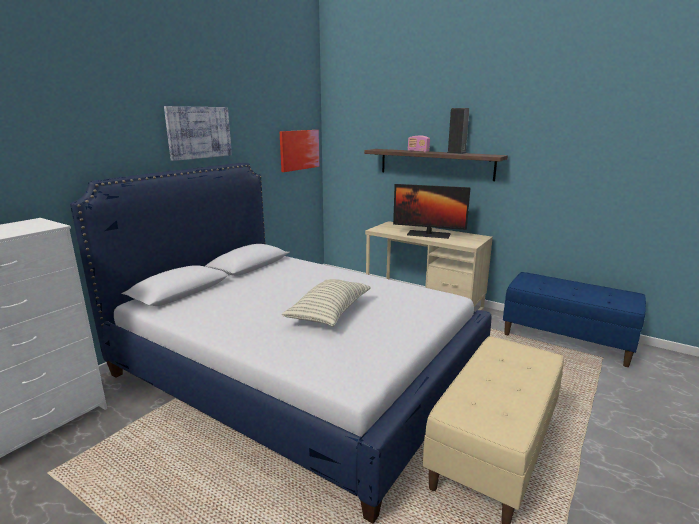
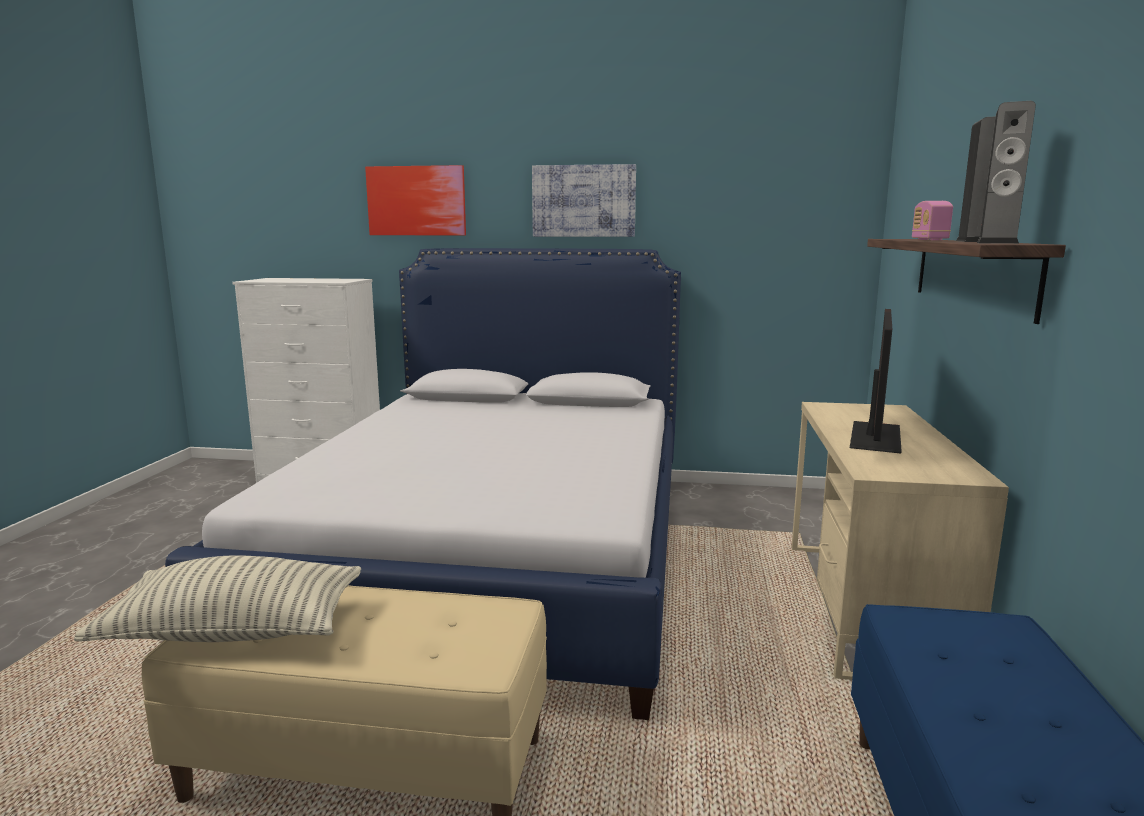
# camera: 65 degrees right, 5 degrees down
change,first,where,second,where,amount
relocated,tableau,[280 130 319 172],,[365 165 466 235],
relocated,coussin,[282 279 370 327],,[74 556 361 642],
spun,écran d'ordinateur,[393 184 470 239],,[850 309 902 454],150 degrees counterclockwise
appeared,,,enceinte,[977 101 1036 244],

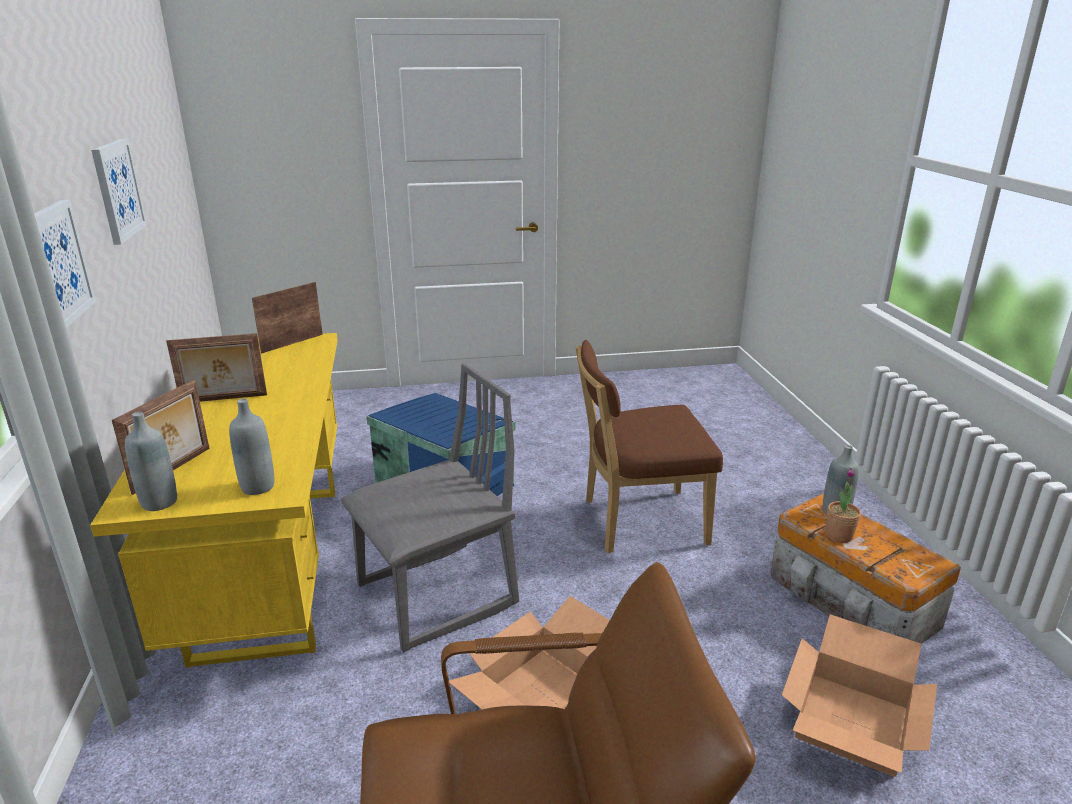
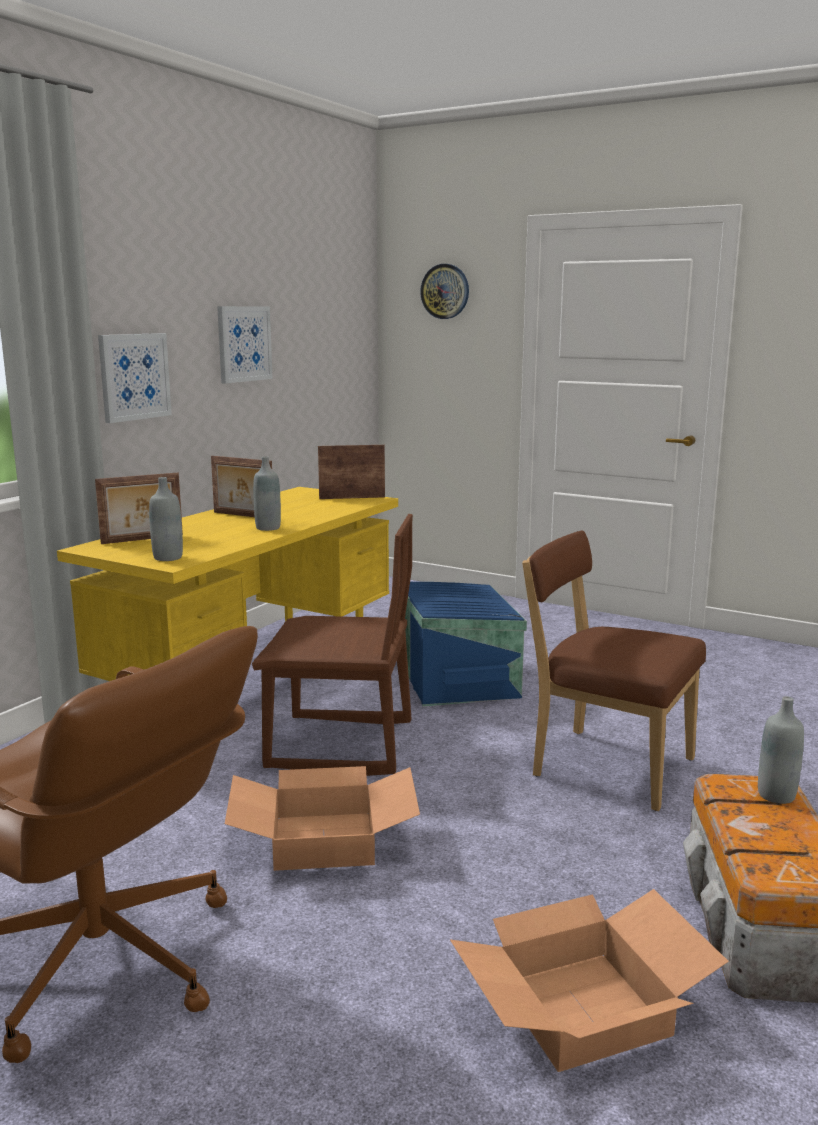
# camera: 40 degrees right, 10 degrees down
change,first,where,second,where,amount
relocated,bouteille/gris,[125 412 177 511],,[253 456 281 531],
colour,chaise/gris,[341 363 519 652],chaise/marron,[252 514 413 776],
missing,plante en pot,[826 468 861 543],,,
appeared,,,horloge murale,[420 264 469 319],

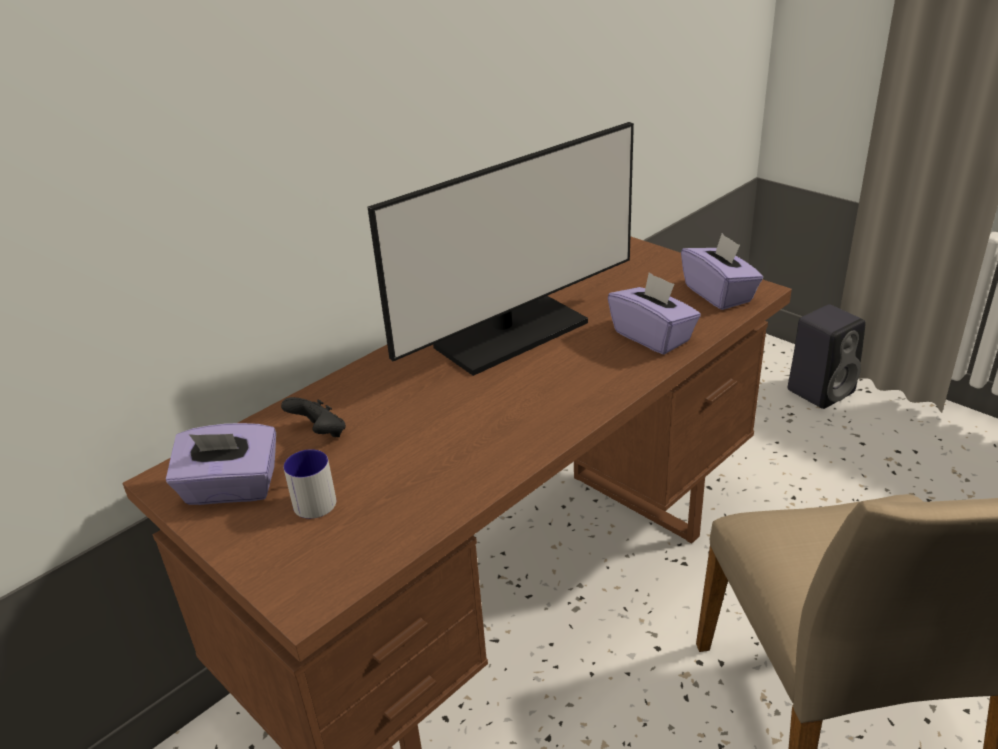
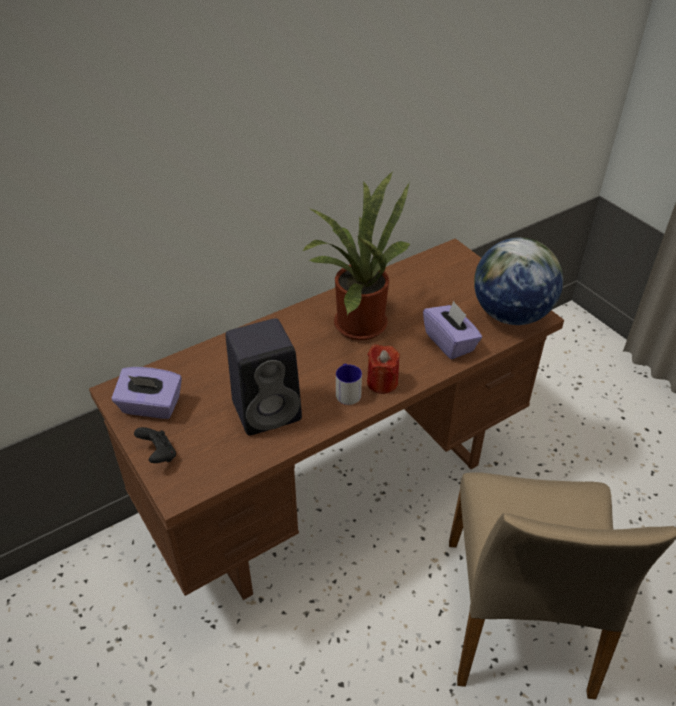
# camera: 10 degrees right, 10 degrees up
change,first,where,second,where,amount
relocated,manette/noir,[281 397 346 437],,[134 427 176 463],
relocated,mug,[284 449 336 519],,[336 364 362 405],
exchanged,écran d'ordinateur,[368 122 634 376],plante en pot,[303 172 410 340],
exchanged,boîte à mouchoirs/violet,[681 233 763 310],globe,[474 237 563 325],
relocated,enceinte/noir,[788 304 866 409],,[226 318 302 436],
appeared,,,bougie/rouge,[367 344 400 394],

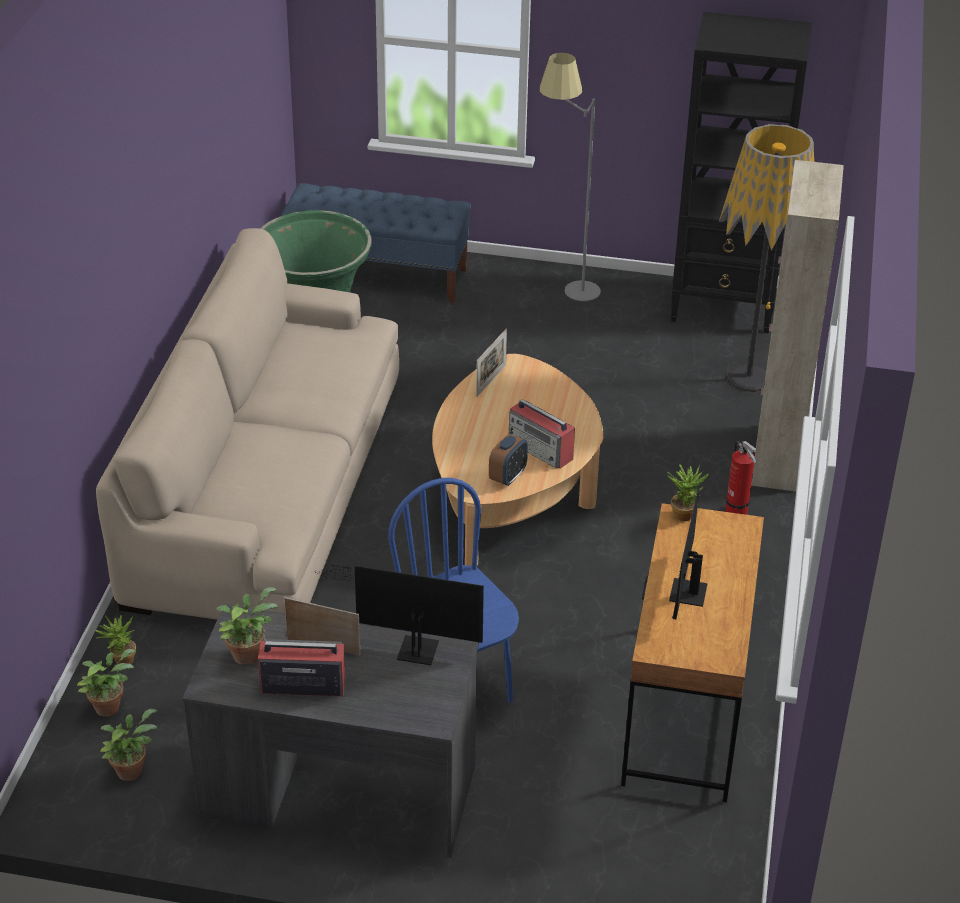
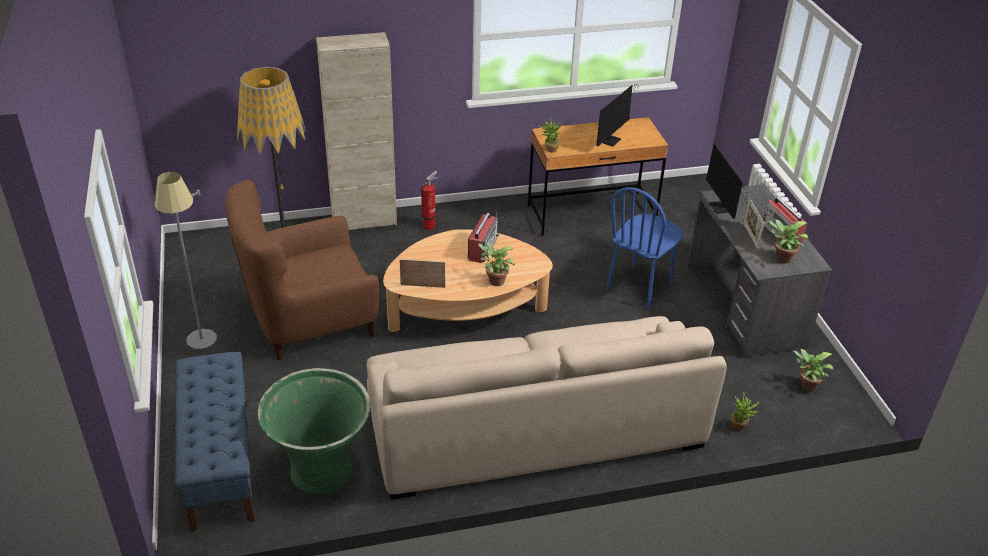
# camera: 115 degrees left, 0 degrees up
change,first,where,second,where,amount
relocated,plante en pot,[77 649 136 717],,[478 243 515 286],
missing,réveil,[489 434 528 486],,,
spun,écran d'ordinateur,[669 482 708 619],,[596 82 640 147],45 degrees counterclockwise
missing,bibliothèque/noir,[670 12 812 333],,,
appeared,,,fauteuil/marron,[225 180 379 360],

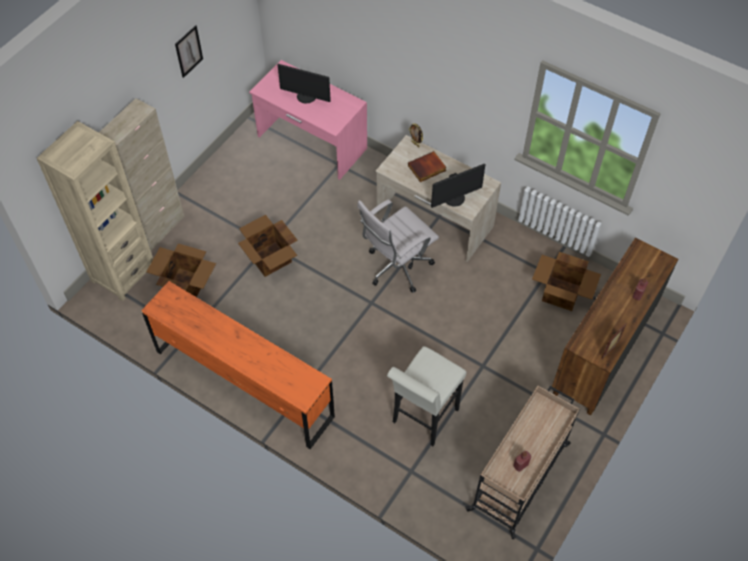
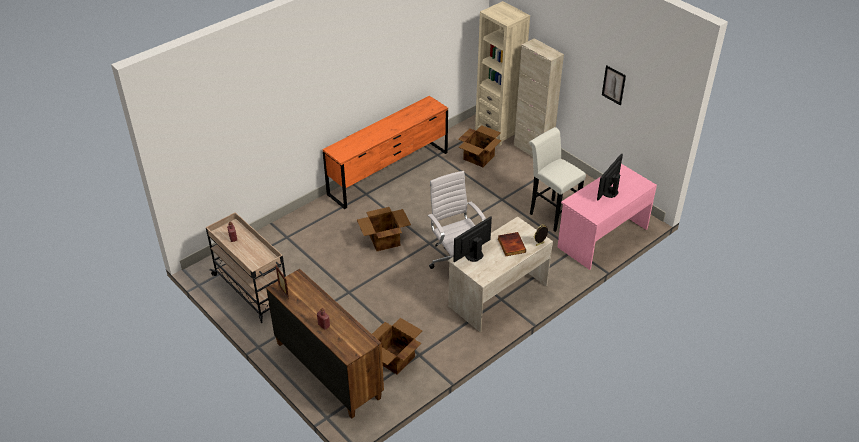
# camera: 105 degrees right, 15 degrees down
change,first,where,second,where,amount
relocated,carton,[238 215 298 277],,[357 207 411 251],
relocated,tabouret/blanc,[387 346 467 446],,[529 127 586 232],
spun,écran d'ordinateur,[431 164 486 208],,[454 216 492 262],60 degrees clockwise

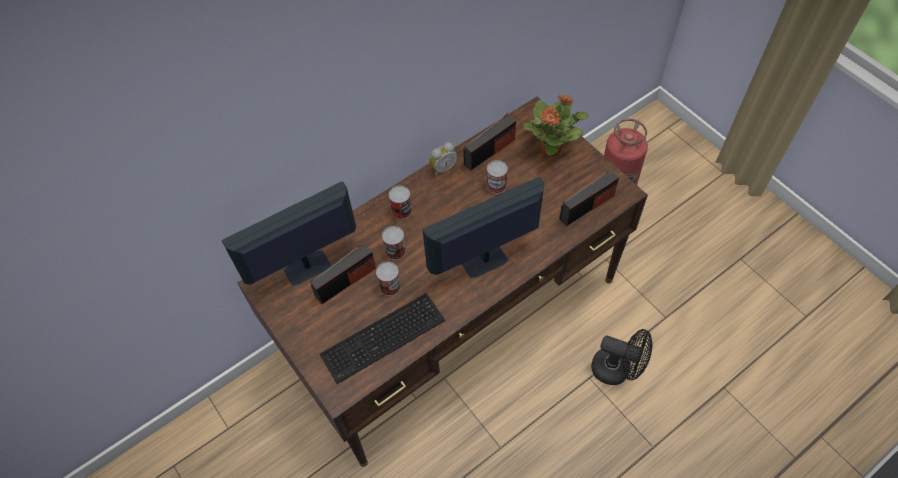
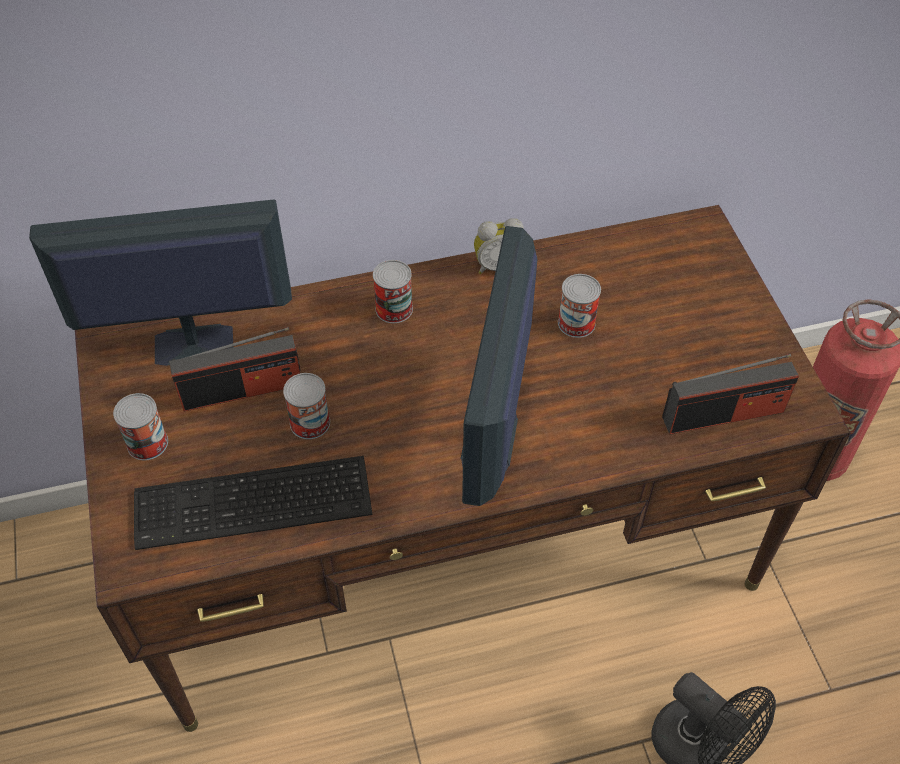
# camera: 20 degrees right, 5 degrees down
change,first,where,second,where,amount
relocated,boîte métallique,[382 226 406 260],,[113 393 168 460],
spun,écran d'ordinateur,[423 177 544 278],,[460 226 538 506],75 degrees counterclockwise
missing,radio,[464 112 516 171],,,
missing,plante en pot,[524 94 589 156],,,

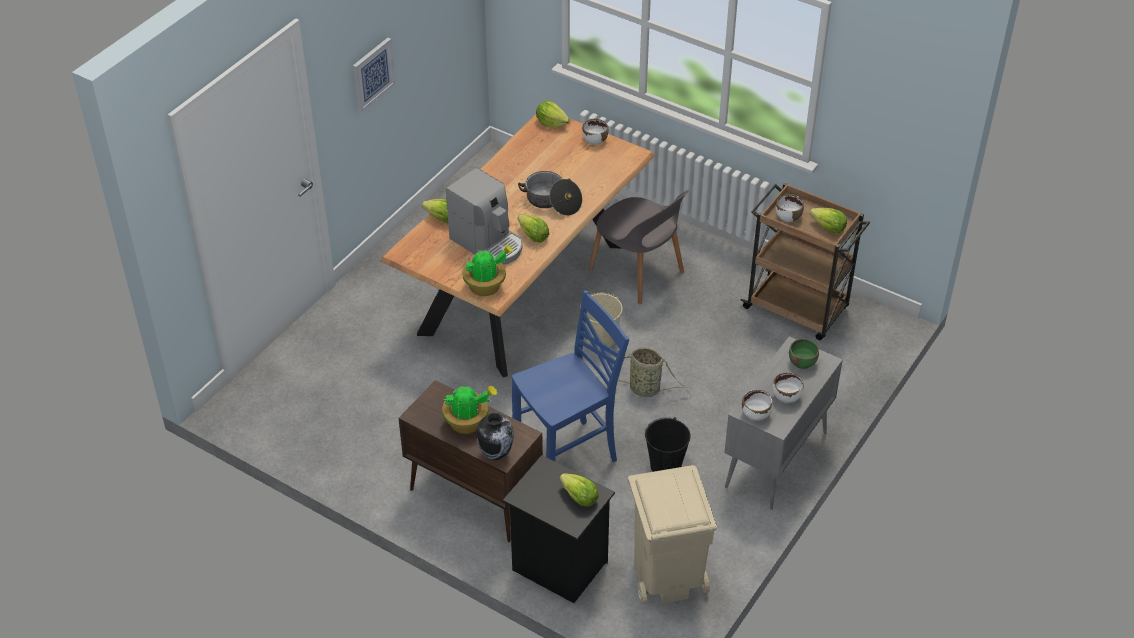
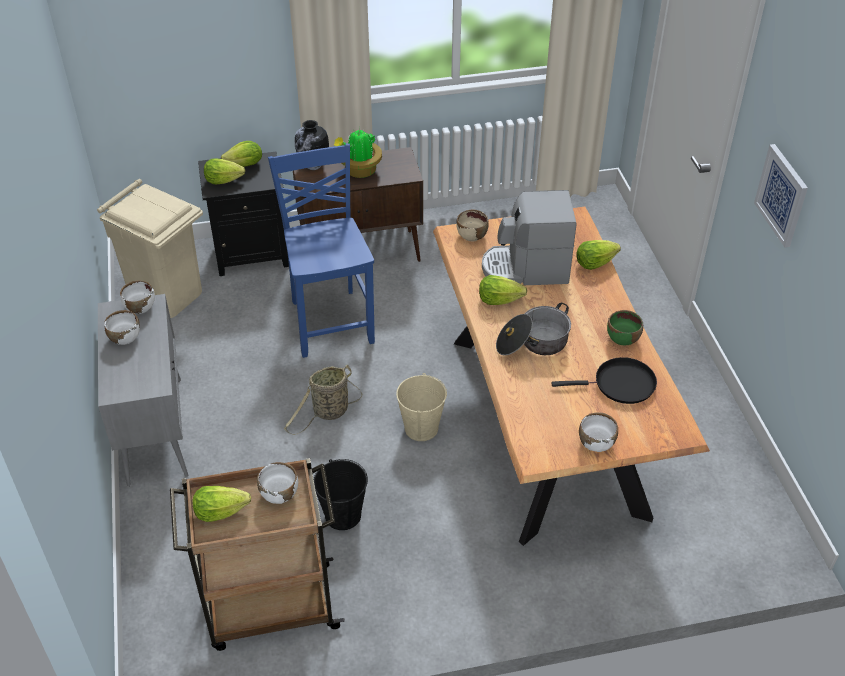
# camera: 135 degrees right, 0 degrees up
change,first,where,second,where,amount
exchanged,plante en pot,[462 245 514 296],bol/beige,[456 210 489 241],
spun,chaise/bleu,[512 290 629 462],,[268 144 375 358],150 degrees clockwise
relocated,laitue,[536 101 570 128],,[221 141 262 167],
missing,chaise/gris,[588 190 689 304],,,
relocated,seau/noir,[645 417 691 472],,[314 459 368 530],
relocated,bol/vert,[789 339 819 369],,[607 310 643 345],
appeared,,,poêle/noir,[551 357 657 404],

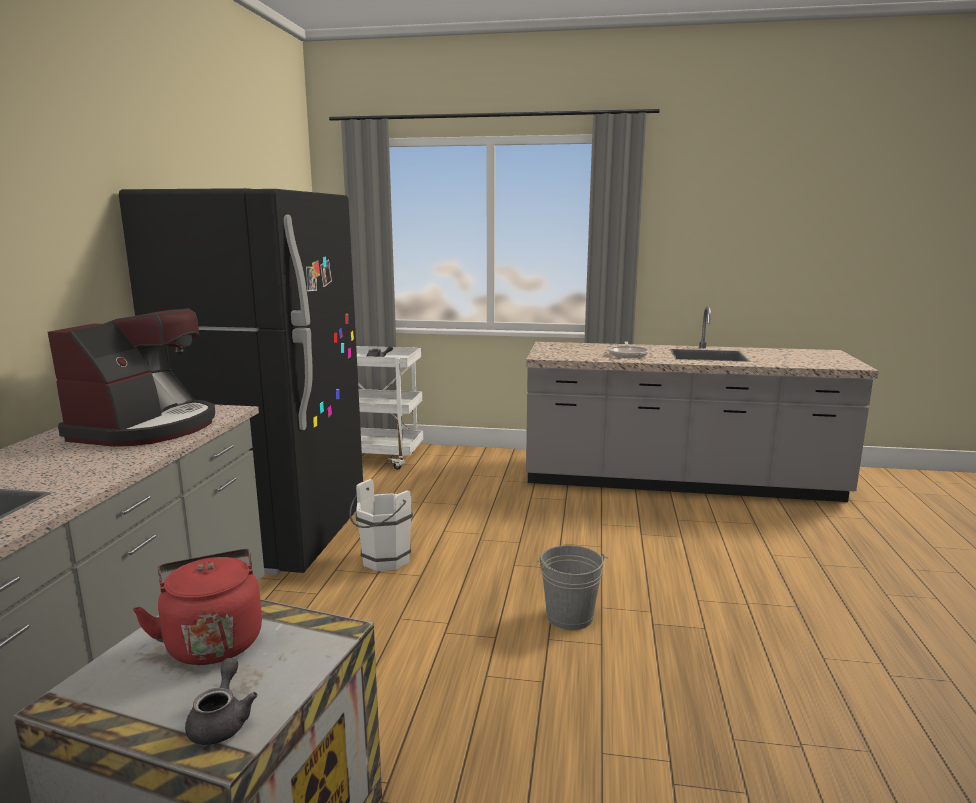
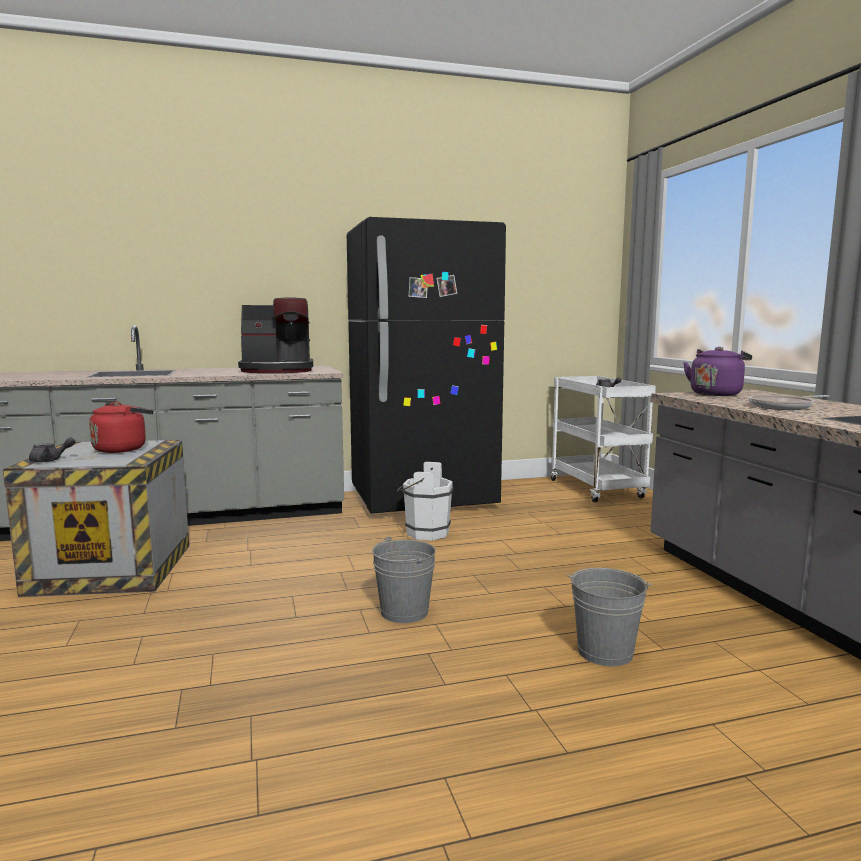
# camera: 65 degrees right, 5 degrees down
change,first,where,second,where,amount
appeared,,,seau/gris,[567 568 652 666],
appeared,,,bouilloire/violet,[683 347 752 396],

